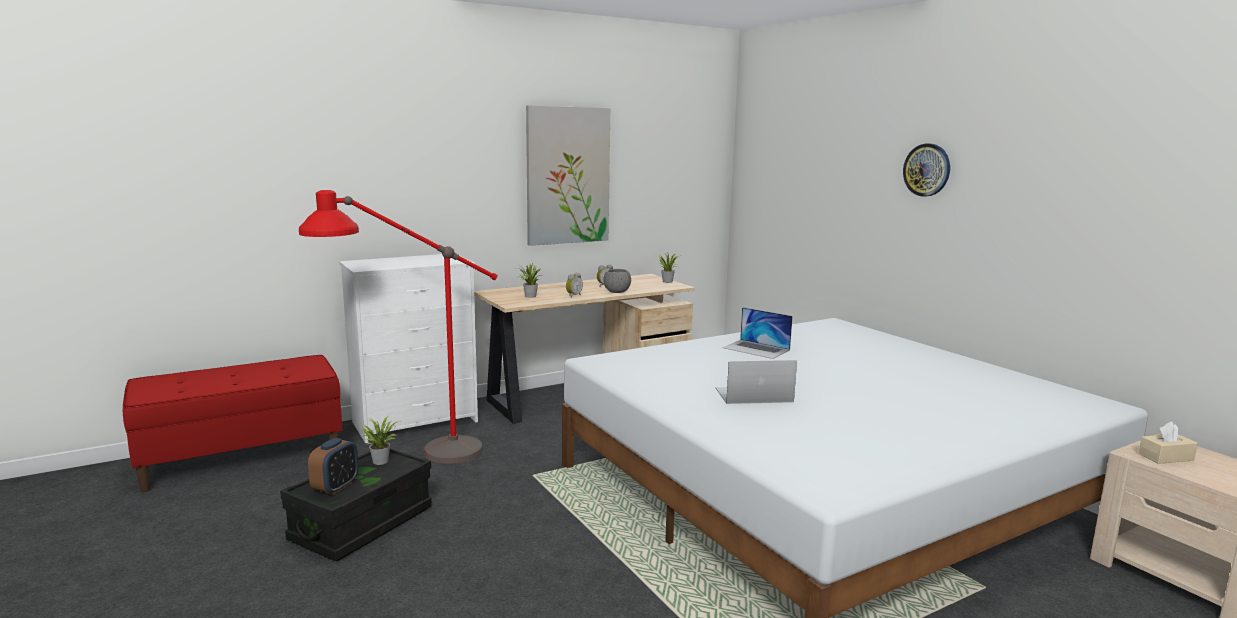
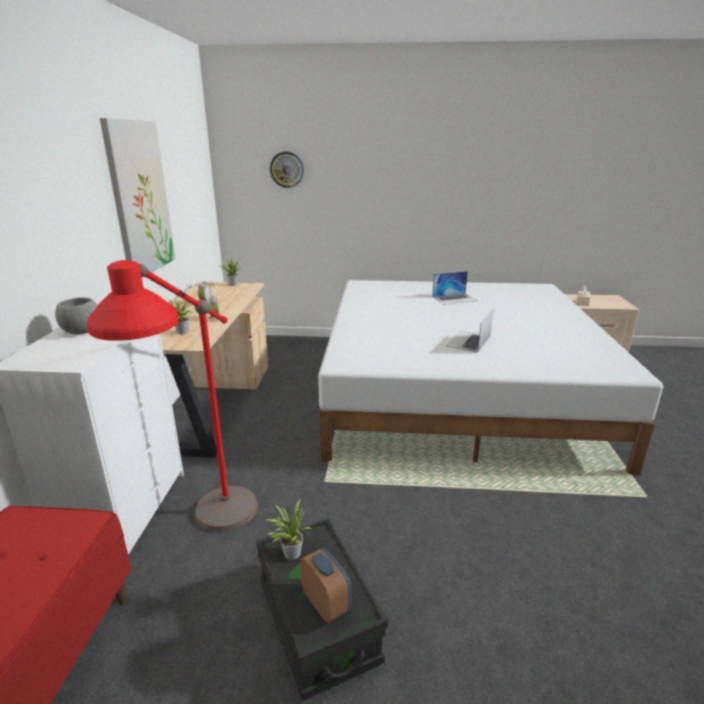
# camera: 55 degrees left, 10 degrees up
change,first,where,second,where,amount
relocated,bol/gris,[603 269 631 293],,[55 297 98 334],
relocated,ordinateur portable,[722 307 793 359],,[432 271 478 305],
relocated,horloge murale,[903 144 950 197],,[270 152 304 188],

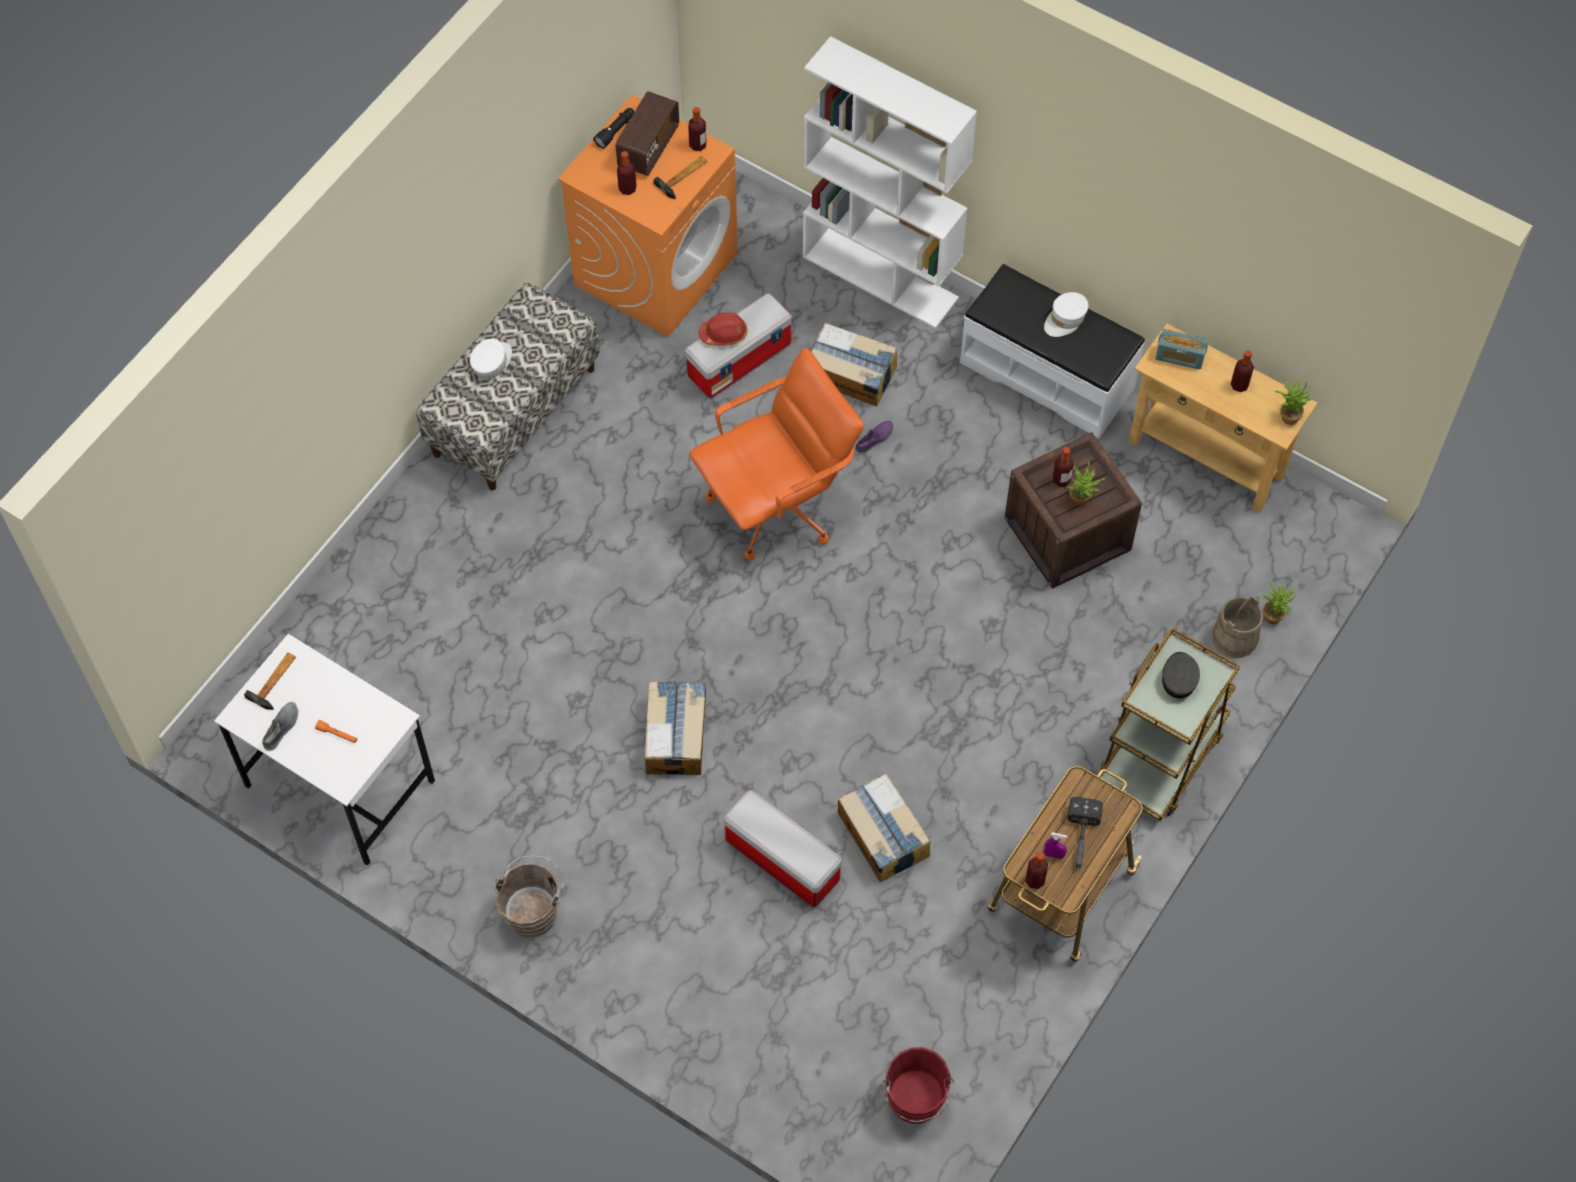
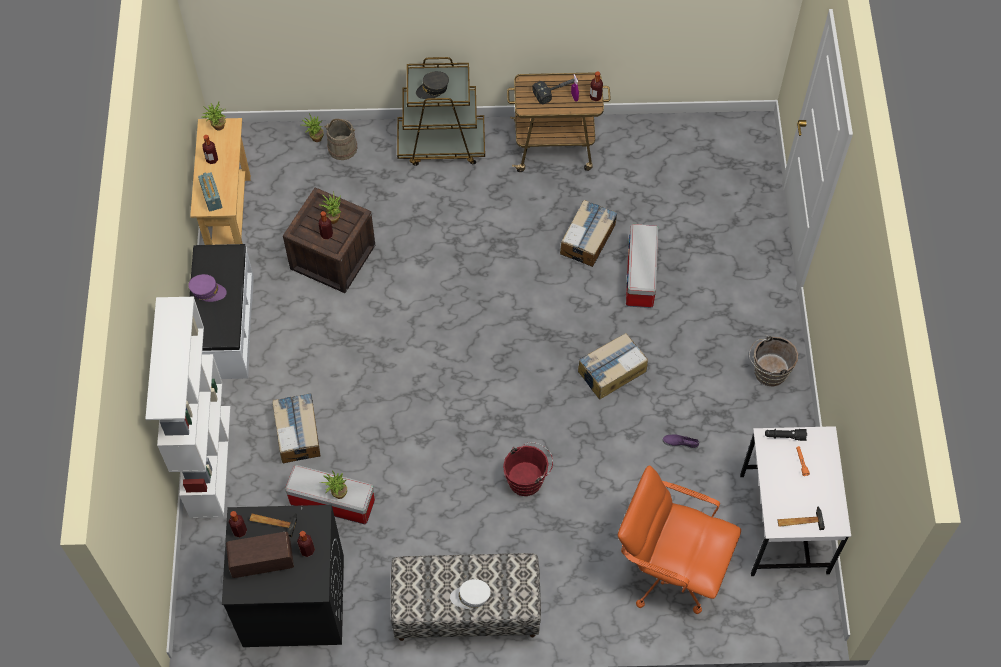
# camera: 125 degrees left, 0 degrees up
change,first,where,second,where,amount
missing,chaussure/gris,[262 702 298 751],,,
colour,lave-linge/orange,[558 94 738 337],lave-linge/noir,[222 505 344 647],
relocated,lampe de poche/noir,[593 108 634 149],,[765 429 807 441],
relocated,chaise de bureau/orange,[689 348 864 561],,[618 465 741 614],
exchanged,casque de chantier/rouge,[699 312 747 346],plante en pot,[320 470 347 499],
relocated,chaussure/violet,[856 421 893 455],,[662 434 699 449],
relocated,seau/rouge,[881 1047 954 1124],,[503 442 553 496],
colour,casquette/blanc,[1044 292 1088 337],casquette/violet,[188 274 227 302],

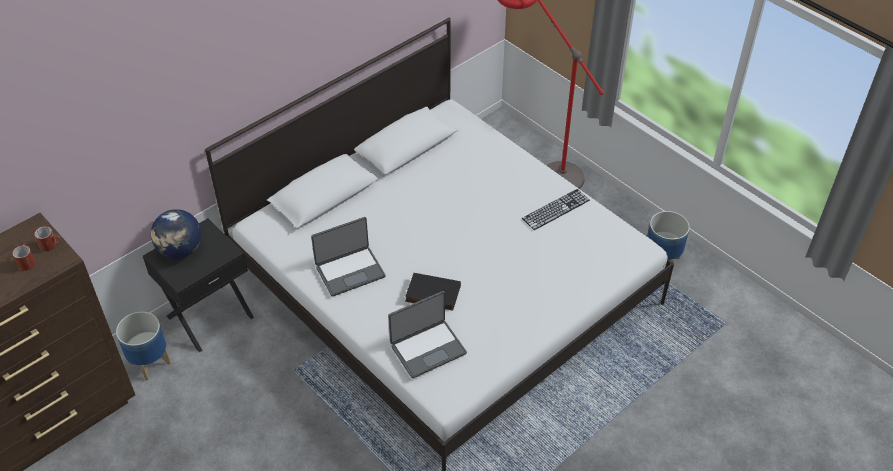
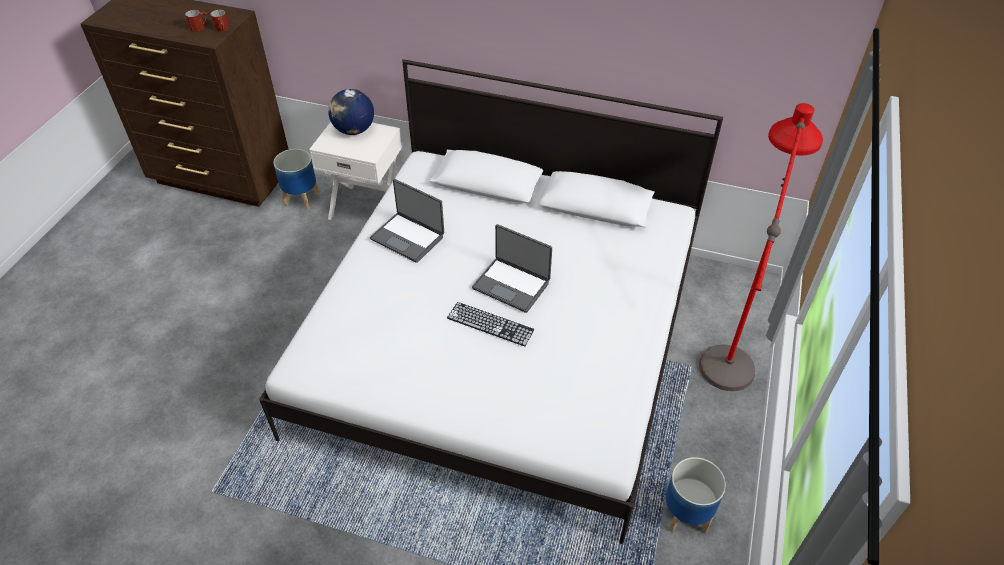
# camera: 60 degrees right, 0 degrees up
change,first,where,second,where,amount
colour,table de chevet/noir,[143 218 254 352],table de chevet/blanc,[309 122 402 220],
relocated,ordinateur portable,[388 291 467 378],,[472 224 552 313],
missing,livre/noir,[405 273 461 311],,,
relocated,clavier,[522 189 590 230],,[447 302 535 346],

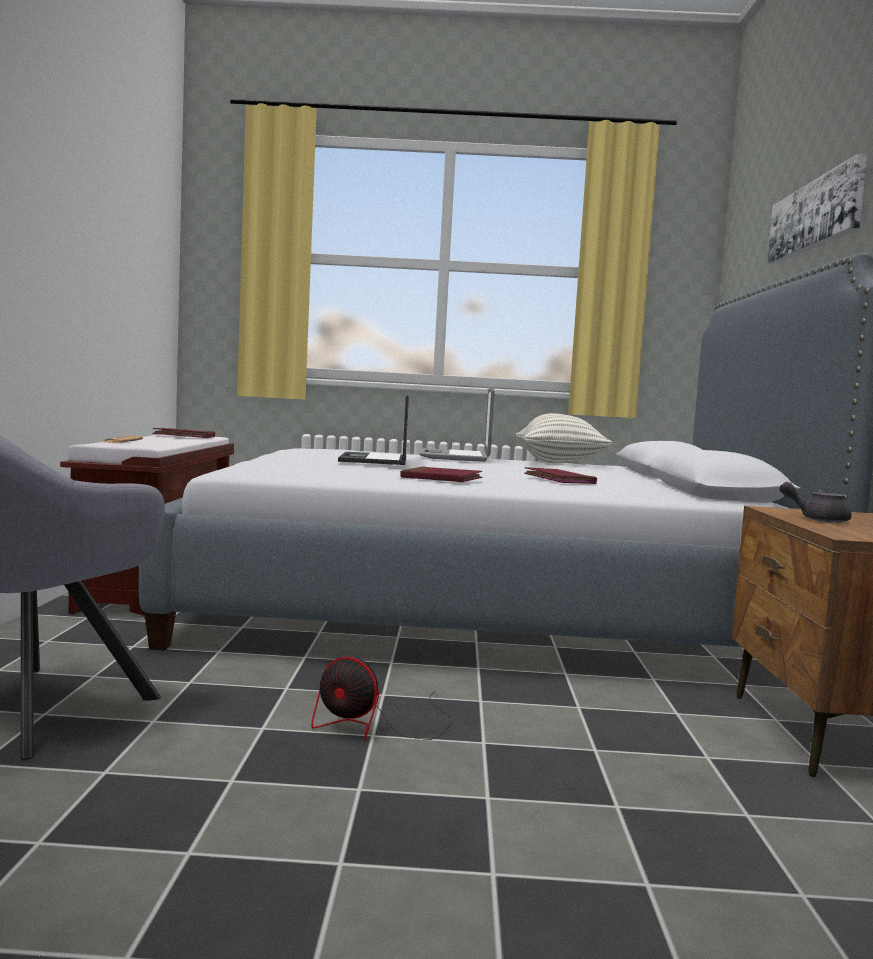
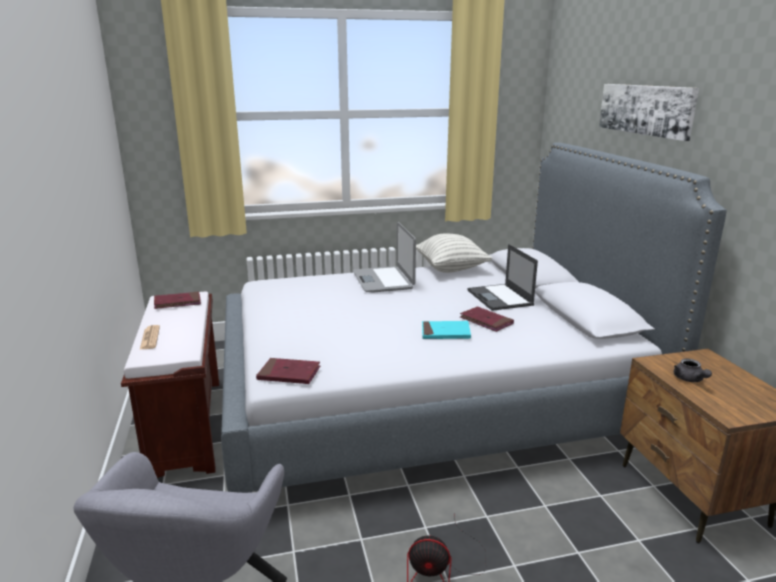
# camera: 15 degrees left, 15 degrees up
change,first,where,second,where,amount
relocated,ordinateur portable,[338 396 409 465],,[468 244 538 311],
relocated,livre/rouge,[401 467 482 482],,[256 358 320 384],
spun,théière/gris,[779 482 851 523],,[674 359 712 382],105 degrees counterclockwise
appeared,,,livre/turquoise,[422 321 471 339],

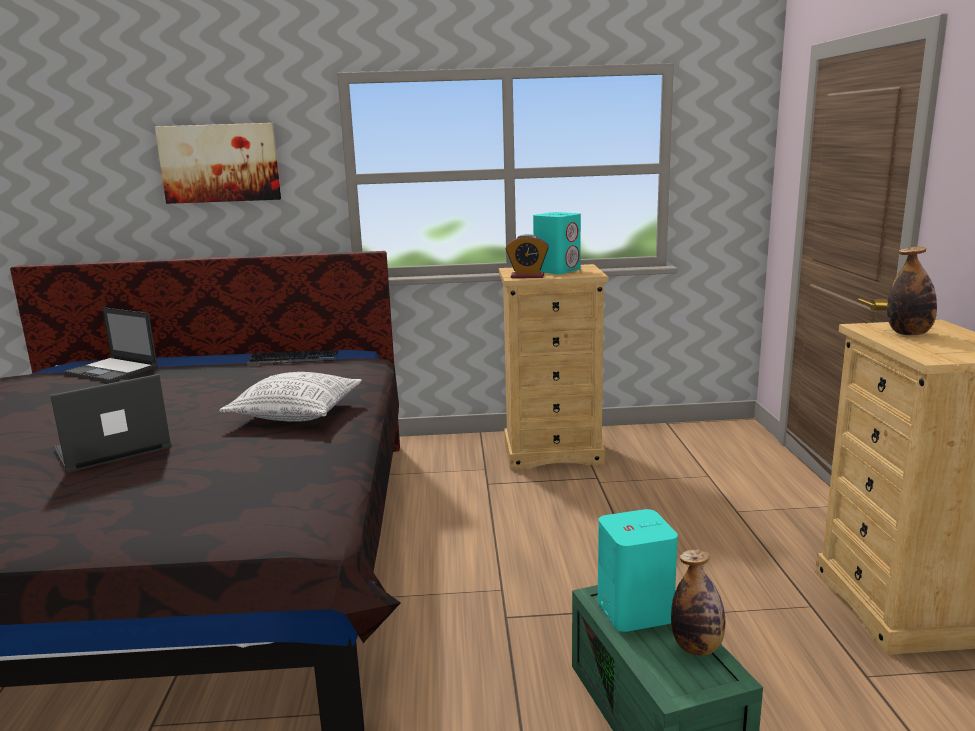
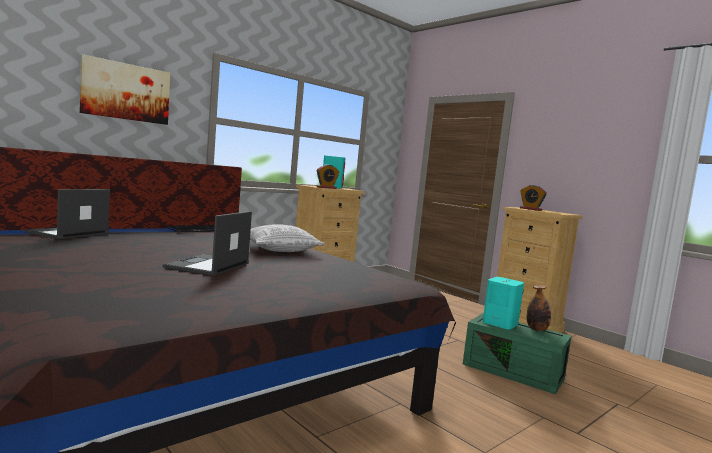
# camera: 40 degrees left, 10 degrees down
change,first,where,second,where,amount
spun,ordinateur portable,[64 307 158 383],,[24 189 110 239],120 degrees clockwise
exchanged,bouteille,[887 246 937 335],réveil,[520 185 547 211],

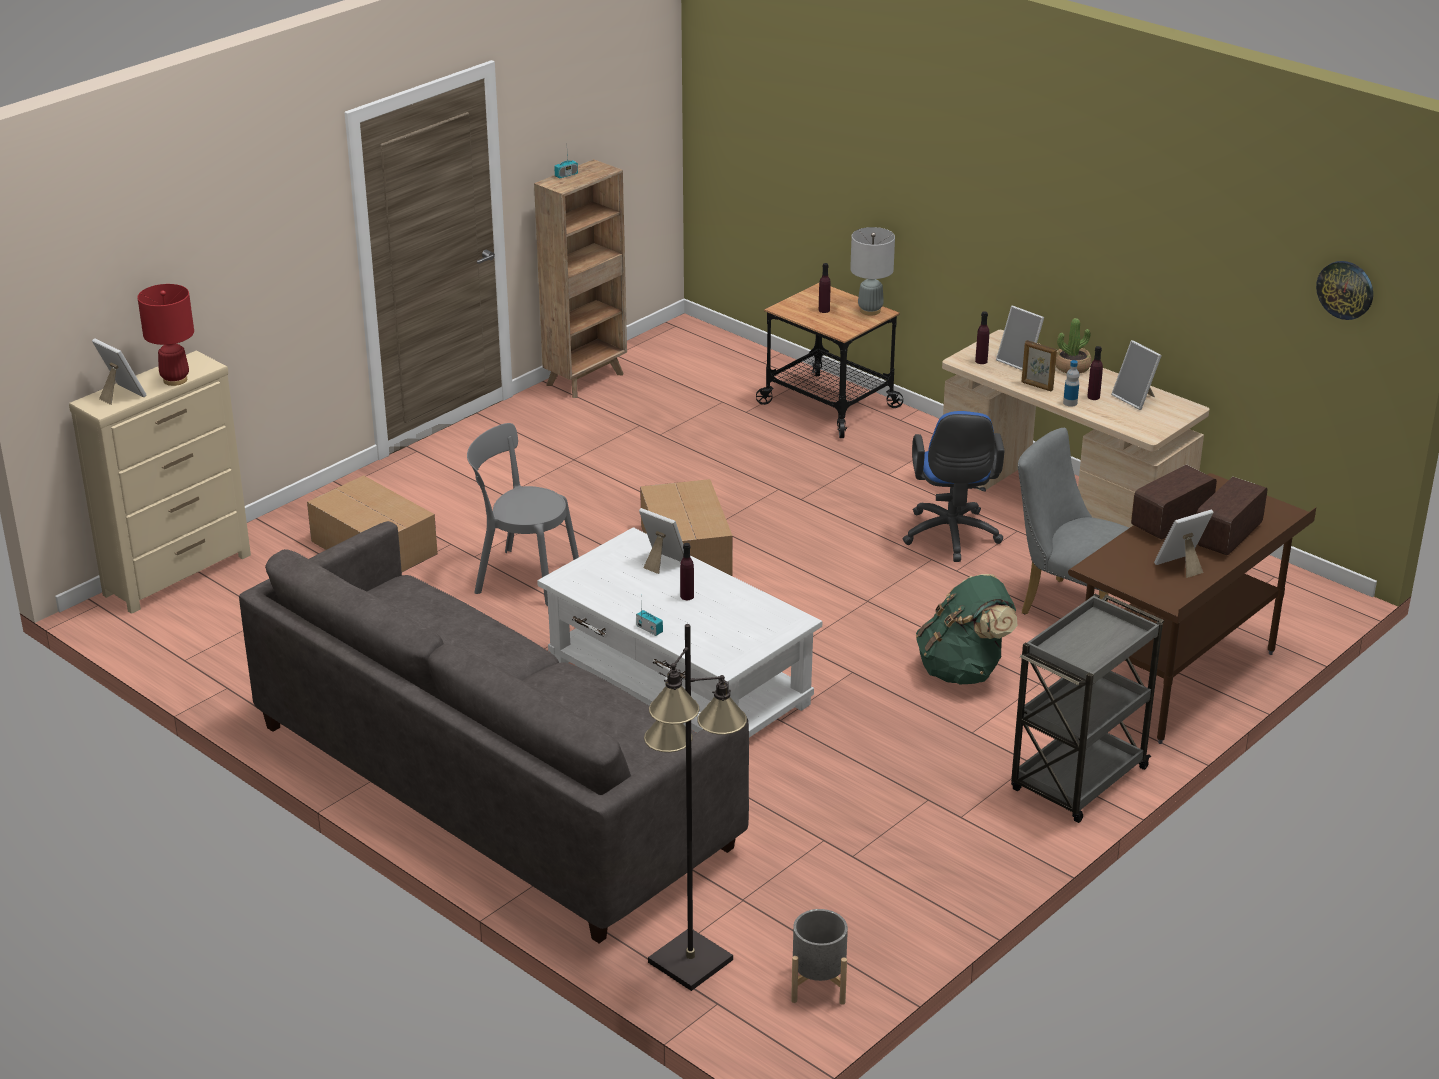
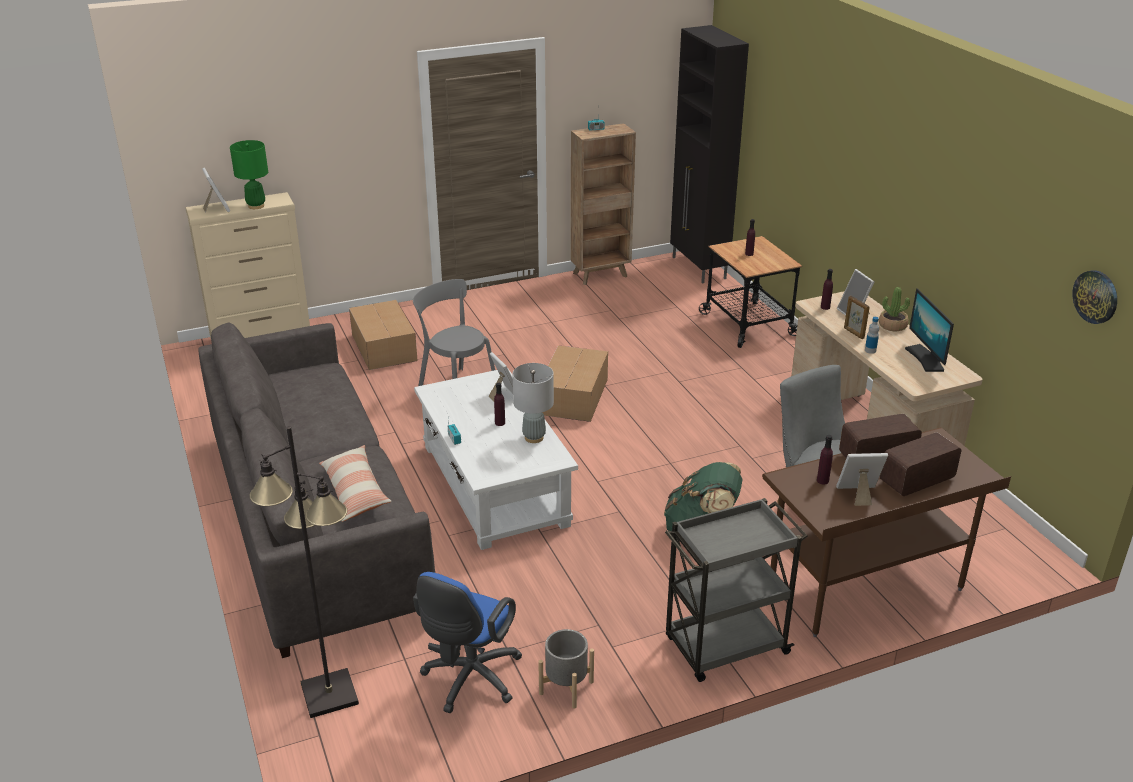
# camera: 25 degrees right, 0 degrees up
change,first,where,second,where,amount
colour,lampe de table/rouge,[137 284 194 386],lampe de table/vert,[230 140 268 209],
relocated,cache-pot/gris,[791 909 848 1005],,[538 629 594 709],
relocated,lampe de table/gris,[850 227 895 315],,[512 363 554 443],
relocated,chaise de bureau/bleu,[903 411 1005 562],,[413 572 522 713],
relocated,bouteille/violet,[1087 346 1103 400],,[817 435 833 485],
exchanged,cadre photo,[1111 340 1162 410],écran d'ordinateur,[905 288 954 372],
appeared,,,coussin,[319 445 392 522],
appeared,,,meuble de rangement/noir,[670 25 749 284],

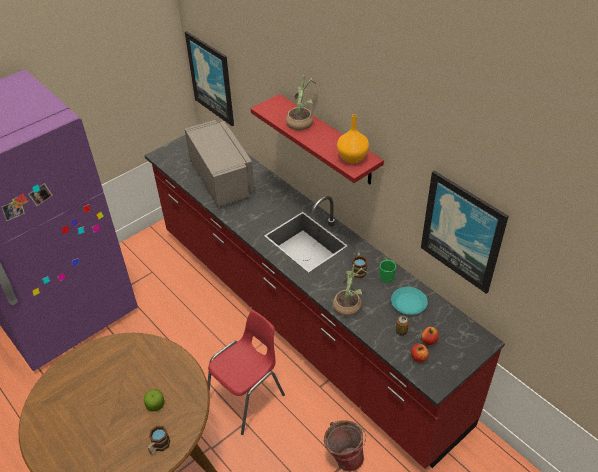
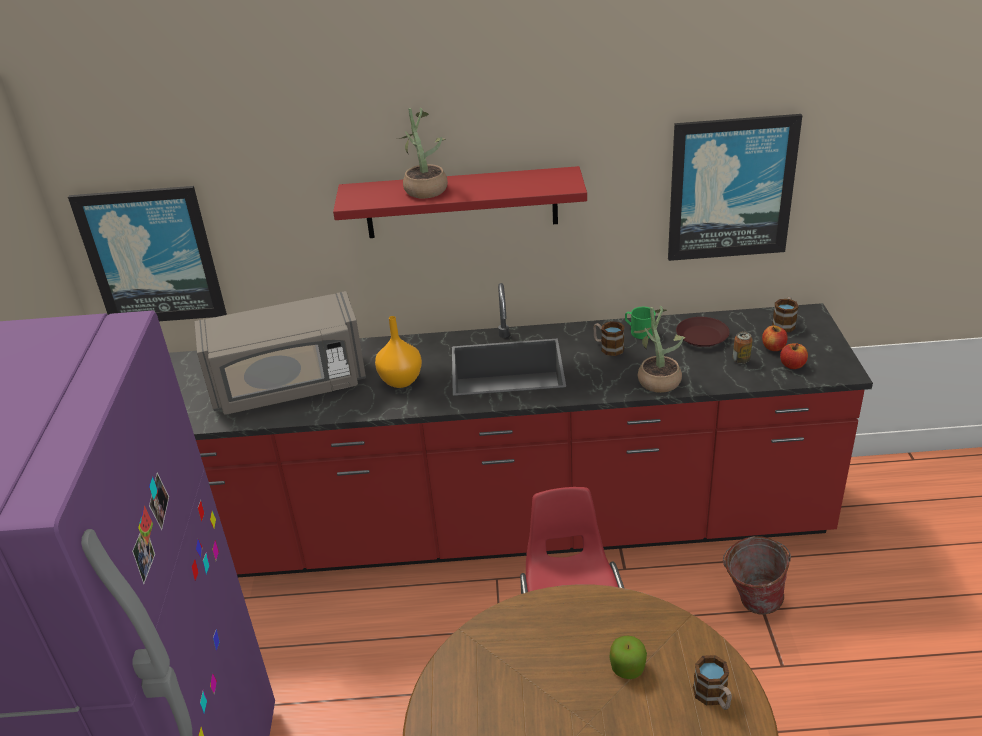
# camera: 50 degrees left, 10 degrees down
change,first,where,second,where,amount
spun,micro-ondes/gris,[185 120 255 207],,[194 291 366 415],150 degrees clockwise
relocated,vase/orange,[337 114 369 164],,[375 316 422 388],
colour,assiette/turquoise,[391 287 428 315],assiette/marron,[676 317 730 347],
appeared,,,mug,[772 297 799 332],

